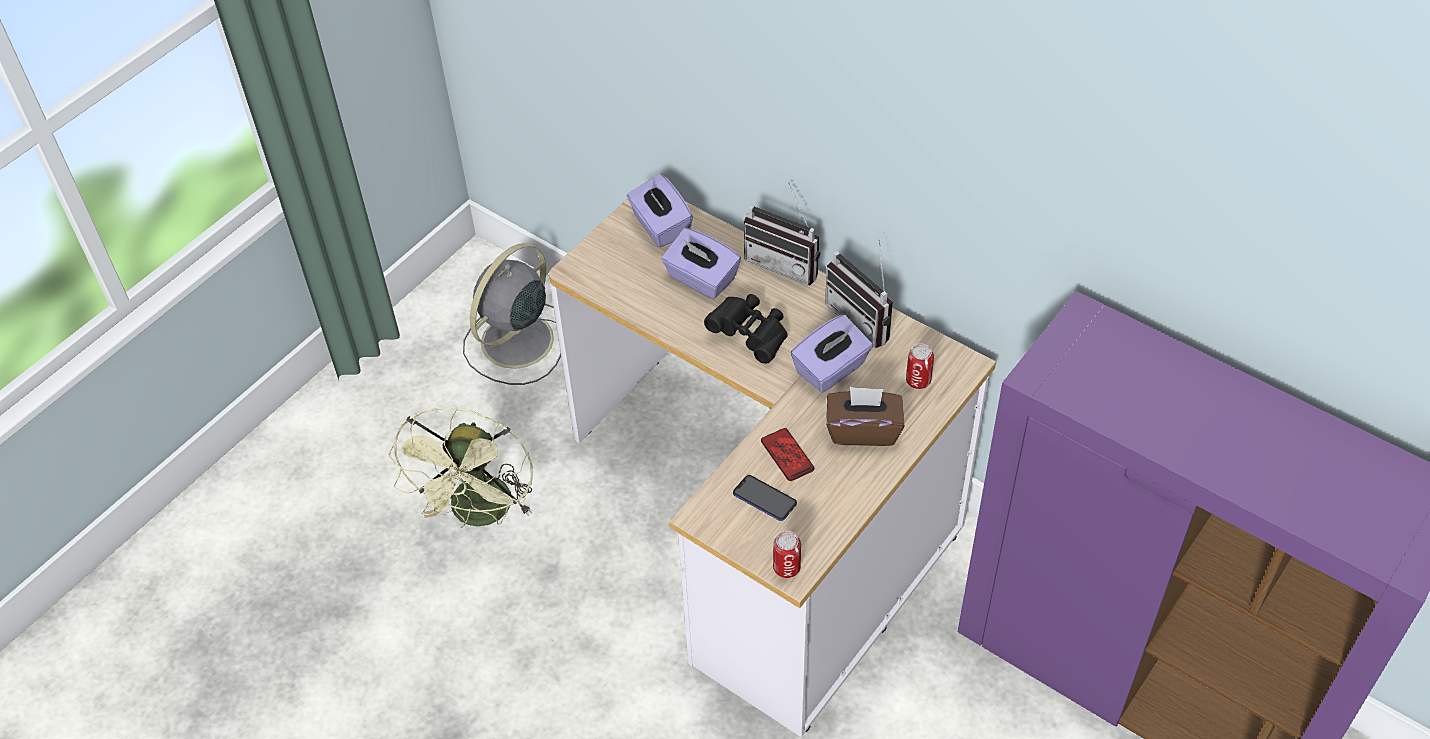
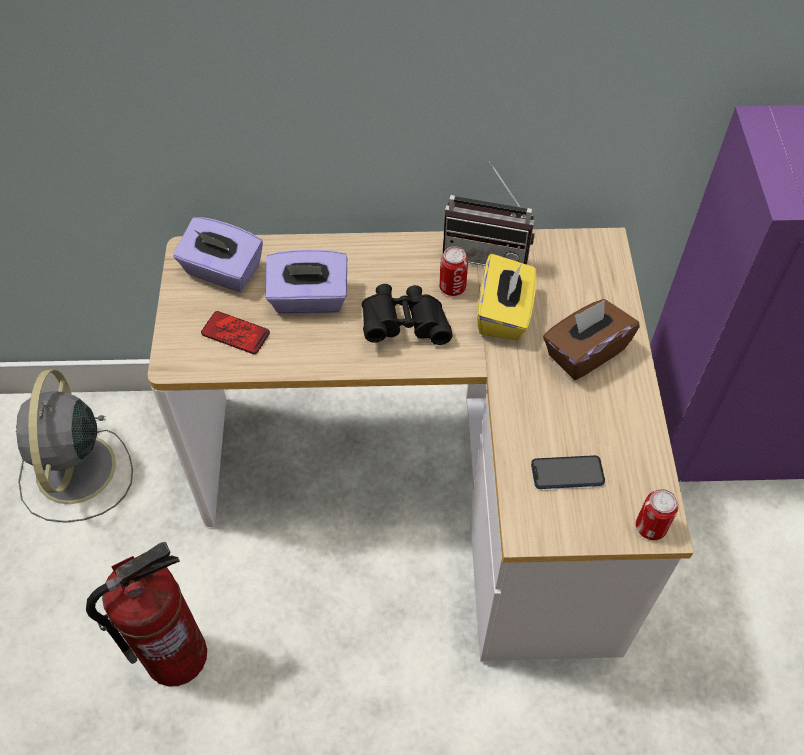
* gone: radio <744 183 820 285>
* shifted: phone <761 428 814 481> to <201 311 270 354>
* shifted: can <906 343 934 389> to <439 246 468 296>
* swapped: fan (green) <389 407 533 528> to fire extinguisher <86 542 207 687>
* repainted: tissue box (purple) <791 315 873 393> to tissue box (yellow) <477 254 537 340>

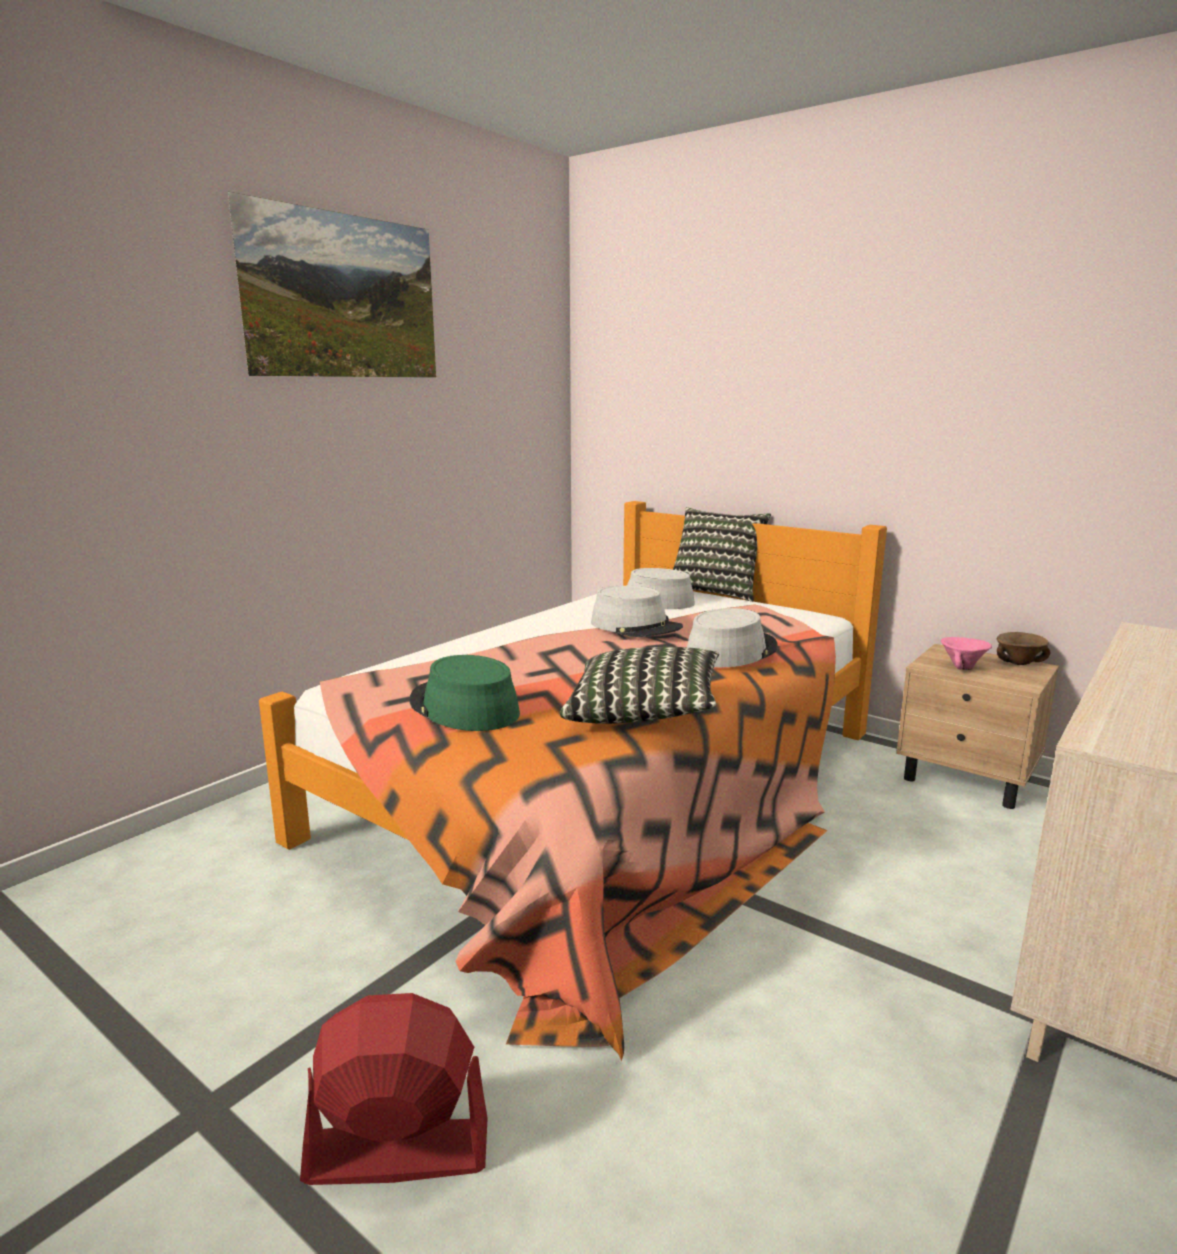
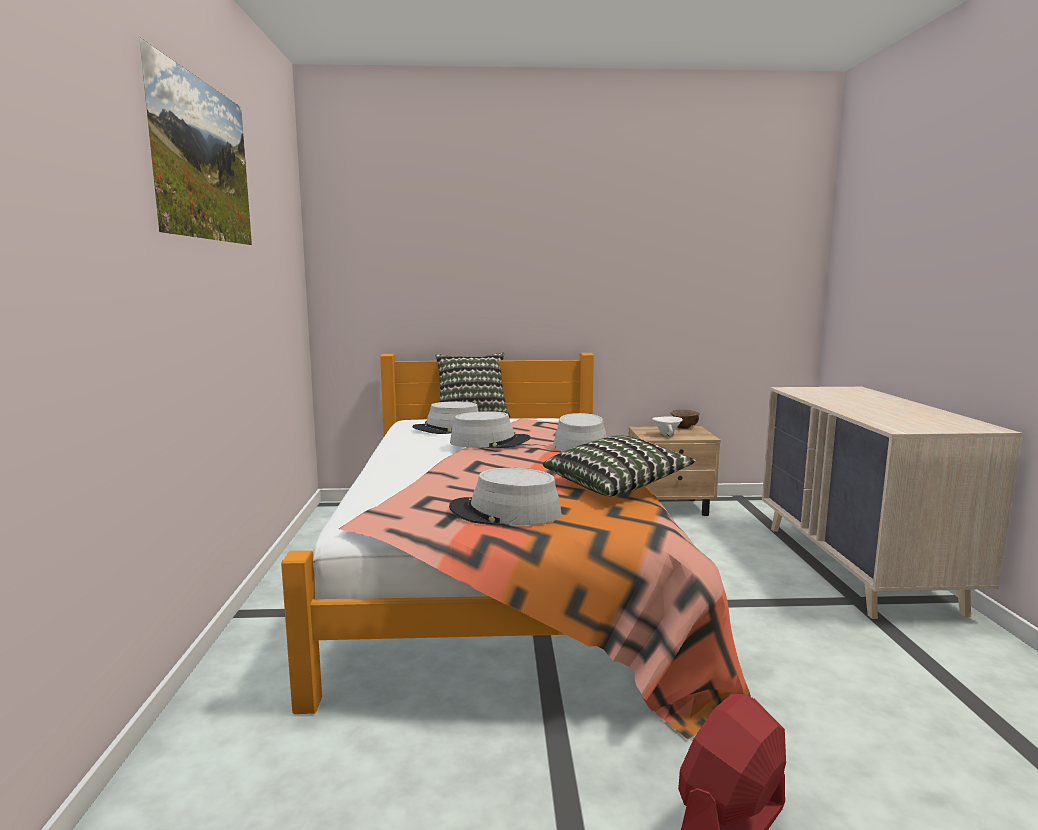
* repainted: hat (green) <410 655 520 731> to hat (grey) <449 468 562 525>
* repainted: bowl (pink) <941 637 992 670> to bowl (white) <652 416 683 436>

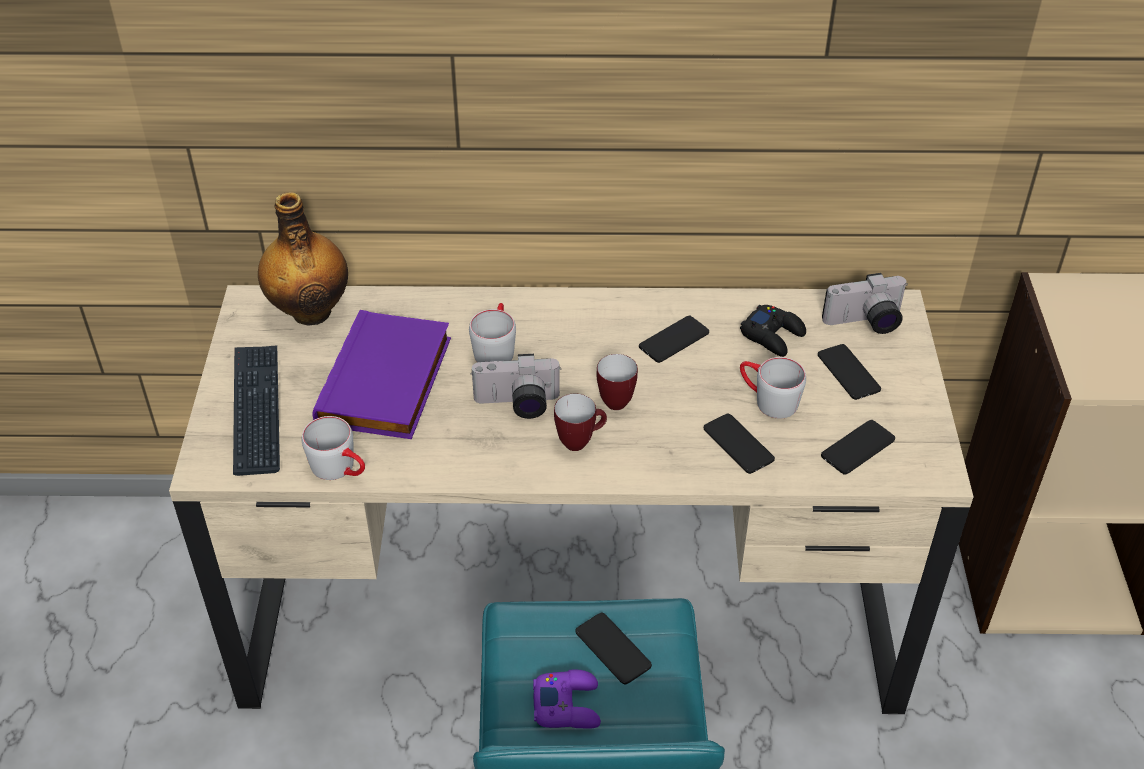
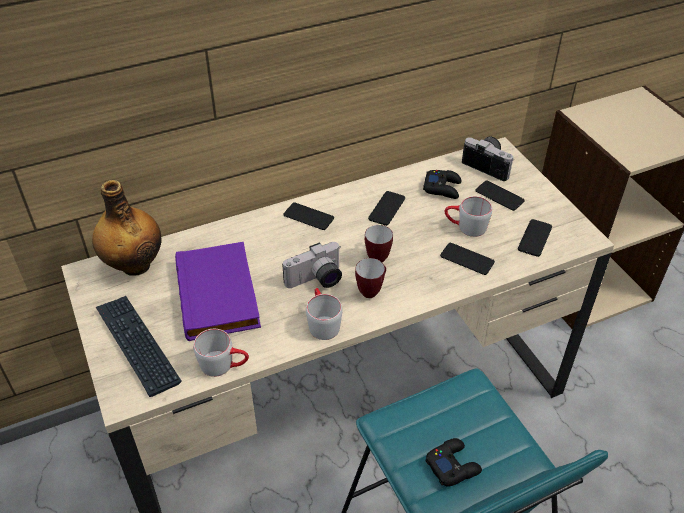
* shifted: mug (grey) <469 303 516 363> to <306 288 343 340>
* shifted: phone <575 612 652 685> to <284 202 334 230>
* repainted: game controller (purple) <533 670 601 729> to game controller (black) <425 438 482 487>
* rotated: photo camera <822 273 907 334> = <462 137 513 181> 105 degrees counterclockwise

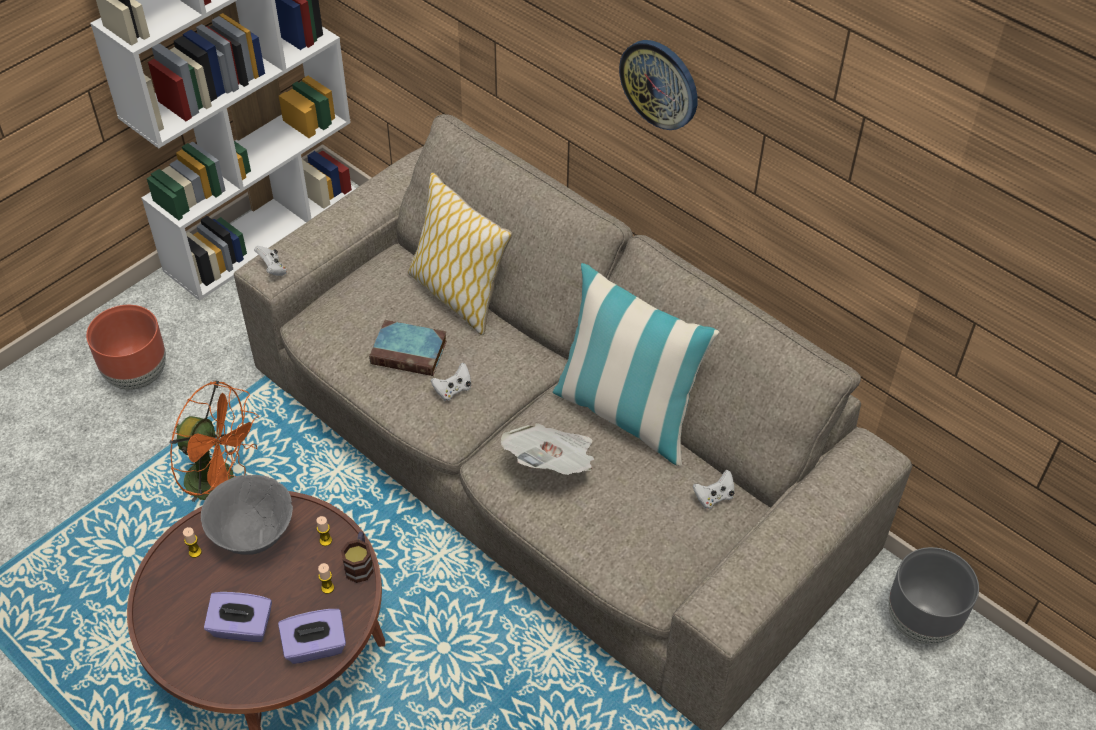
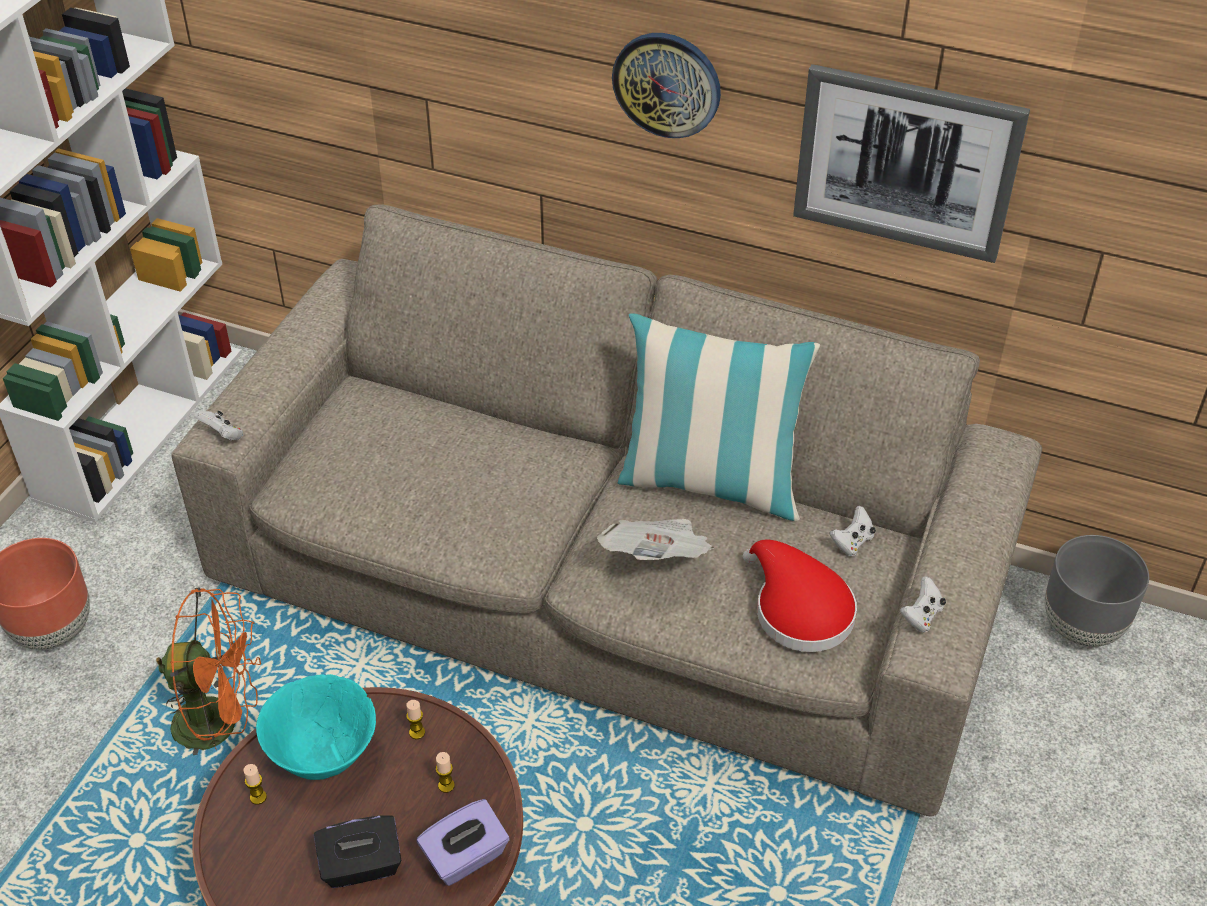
* gone: mug <341 532 374 583>
* gone: book <369 320 447 376>
* gone: pillow <408 173 512 335>
* new: hat (red) <743 540 857 652>
* new: picture <793 64 1030 263>
* shifted: game controller (white) <431 363 471 401> to <900 576 946 633>
* repainted: bowl (grey) <201 475 293 555> to bowl (turquoise) <256 674 376 780>
* repainted: tissue box (purple) <204 592 272 642> to tissue box (black) <314 815 401 888>

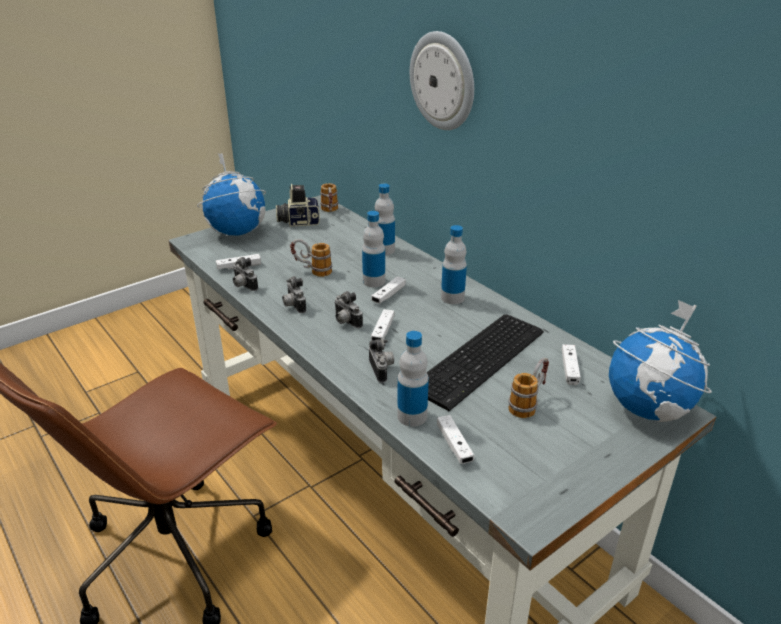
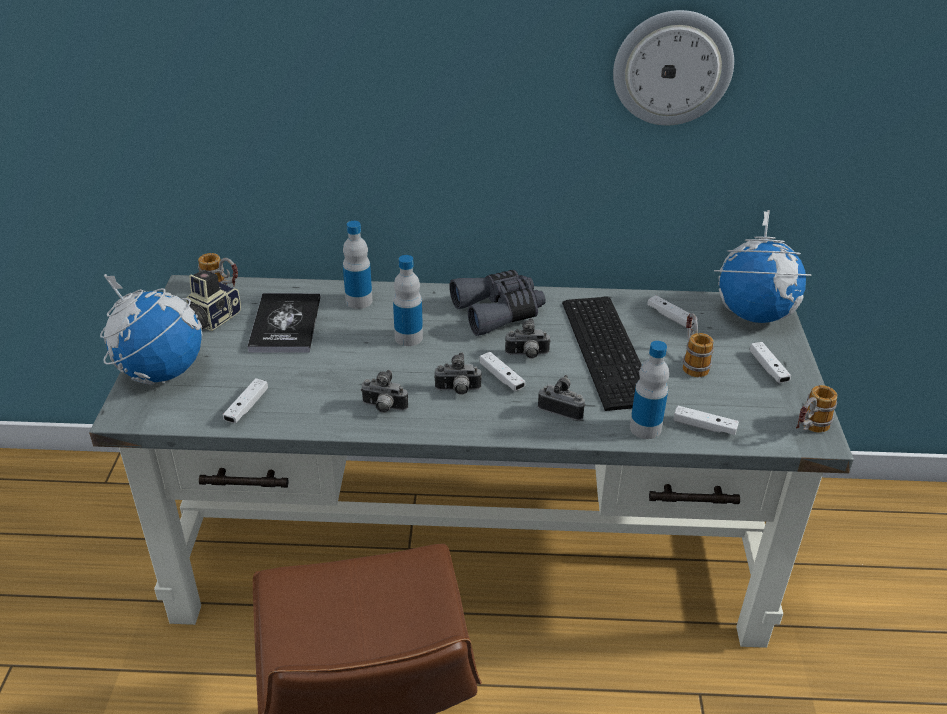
* new: book <247 293 320 353>
* shifted: photo camera <233 257 258 291> to <505 318 550 358>
* shifted: mug <290 239 332 277> to <796 385 837 433>
* shifted: game controller (white) <371 276 406 304> to <750 342 791 383>
* shifted: wall clock <410 31 474 130> to <613 10 734 125>
* swapped: bottle <441 225 467 304> to binoculars (grey) <449 270 545 336>

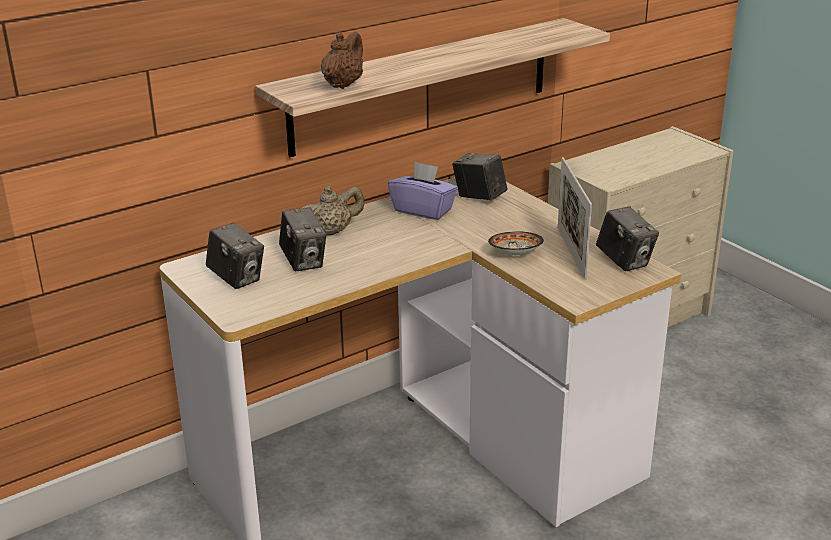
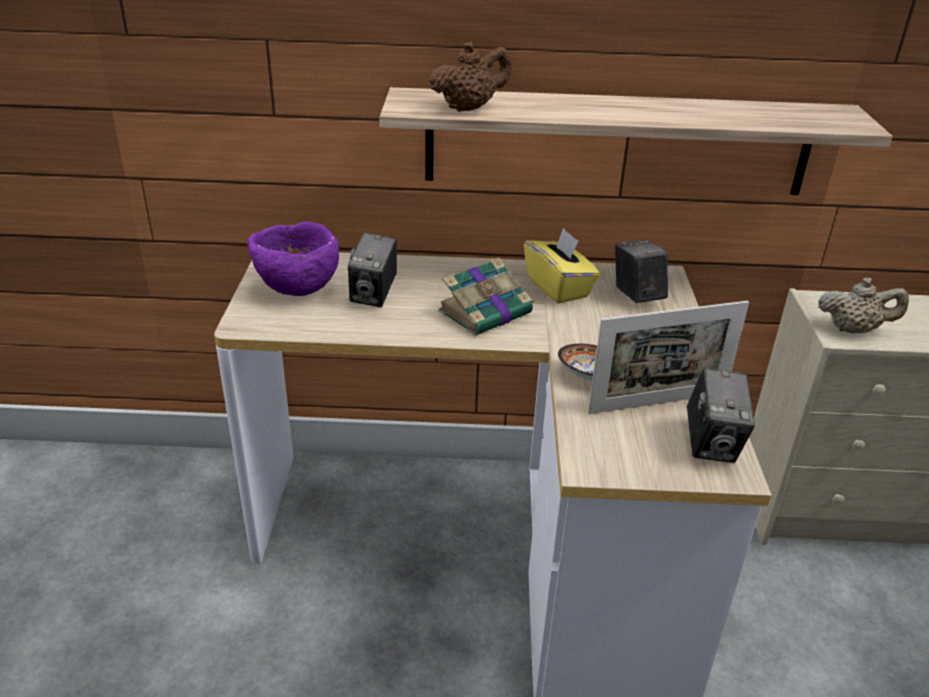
* new: book <438 258 535 336>
* shifted: teapot (beige) <303 186 364 236> to <818 278 909 333>
* swapped: photo camera <206 222 264 289> to bowl (purple) <247 221 339 296>
* repainted: tissue box (purple) <388 162 458 220> to tissue box (yellow) <524 228 600 304>
* rotated: picture frame <558 157 592 280> = <588 301 749 414> 135 degrees counterclockwise

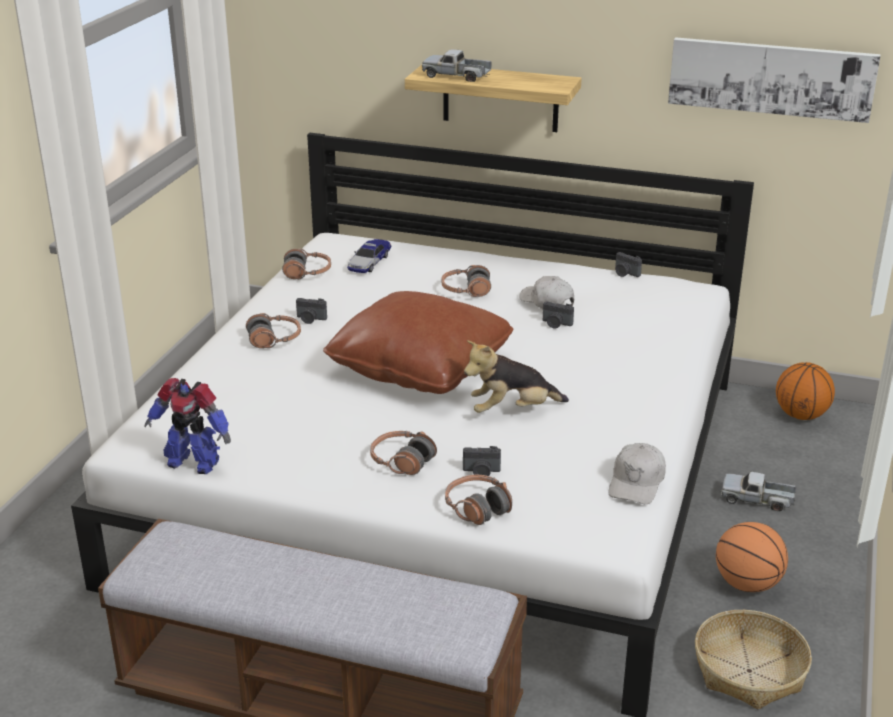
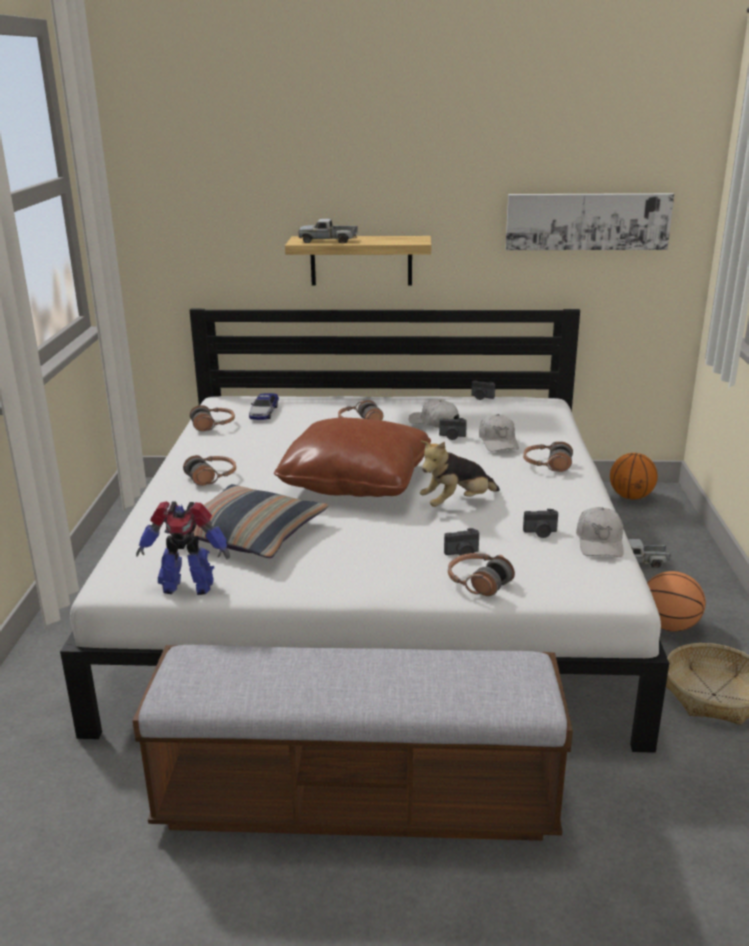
* new: pillow <164 484 329 558>
* new: cap (white) <479 414 519 452>
* shifted: photo camera <296 298 327 324> to <523 509 558 538>
* shifted: headphones <370 431 437 475> to <523 441 573 472>

